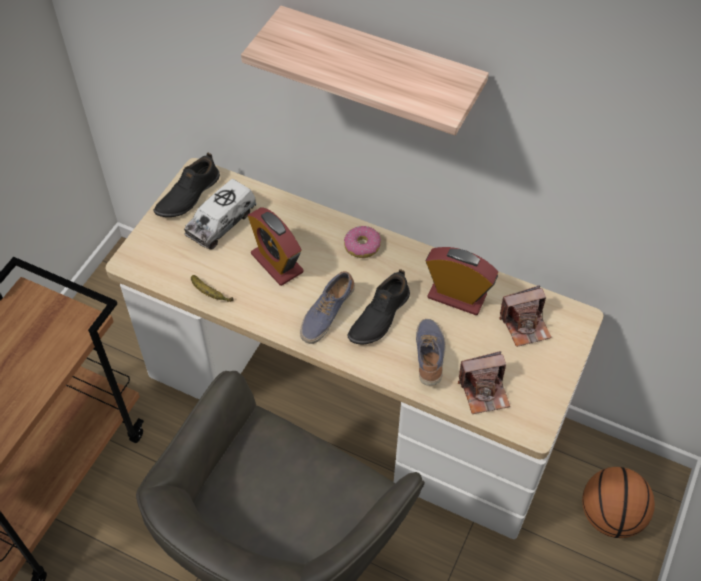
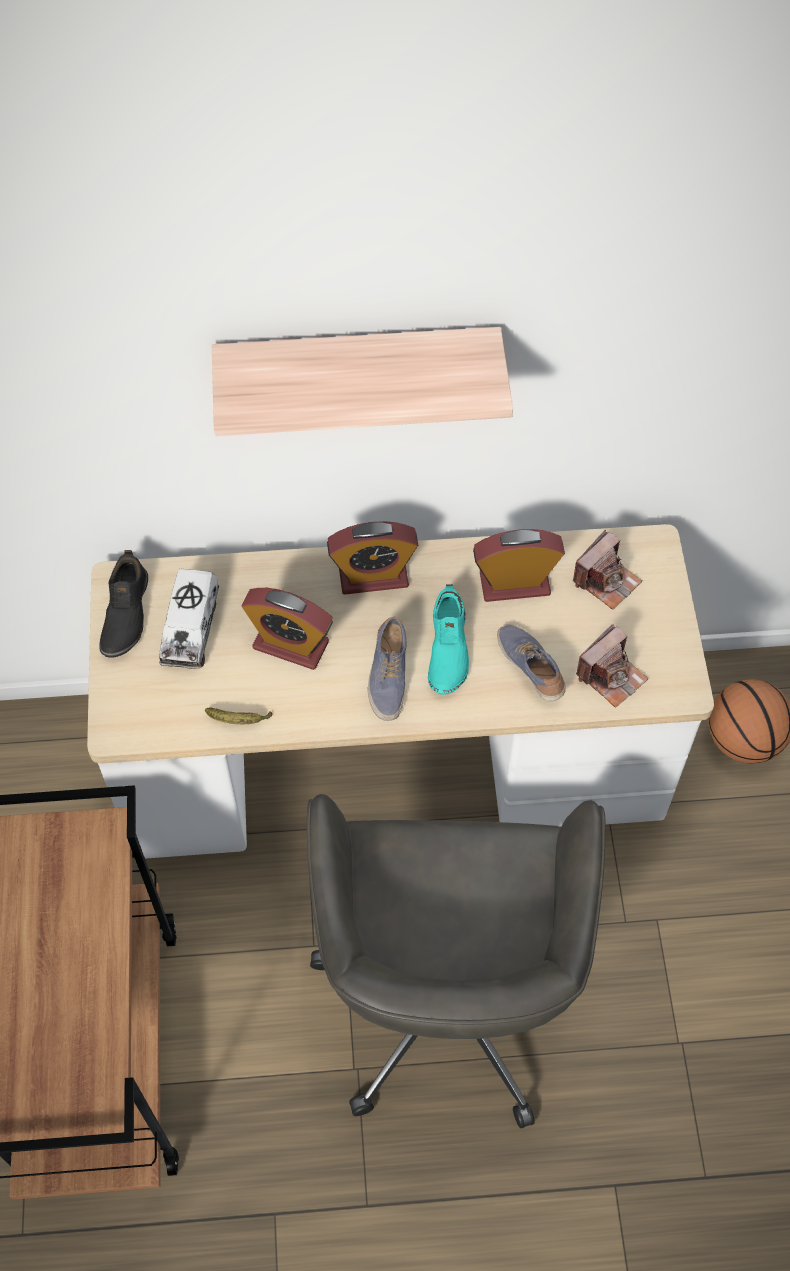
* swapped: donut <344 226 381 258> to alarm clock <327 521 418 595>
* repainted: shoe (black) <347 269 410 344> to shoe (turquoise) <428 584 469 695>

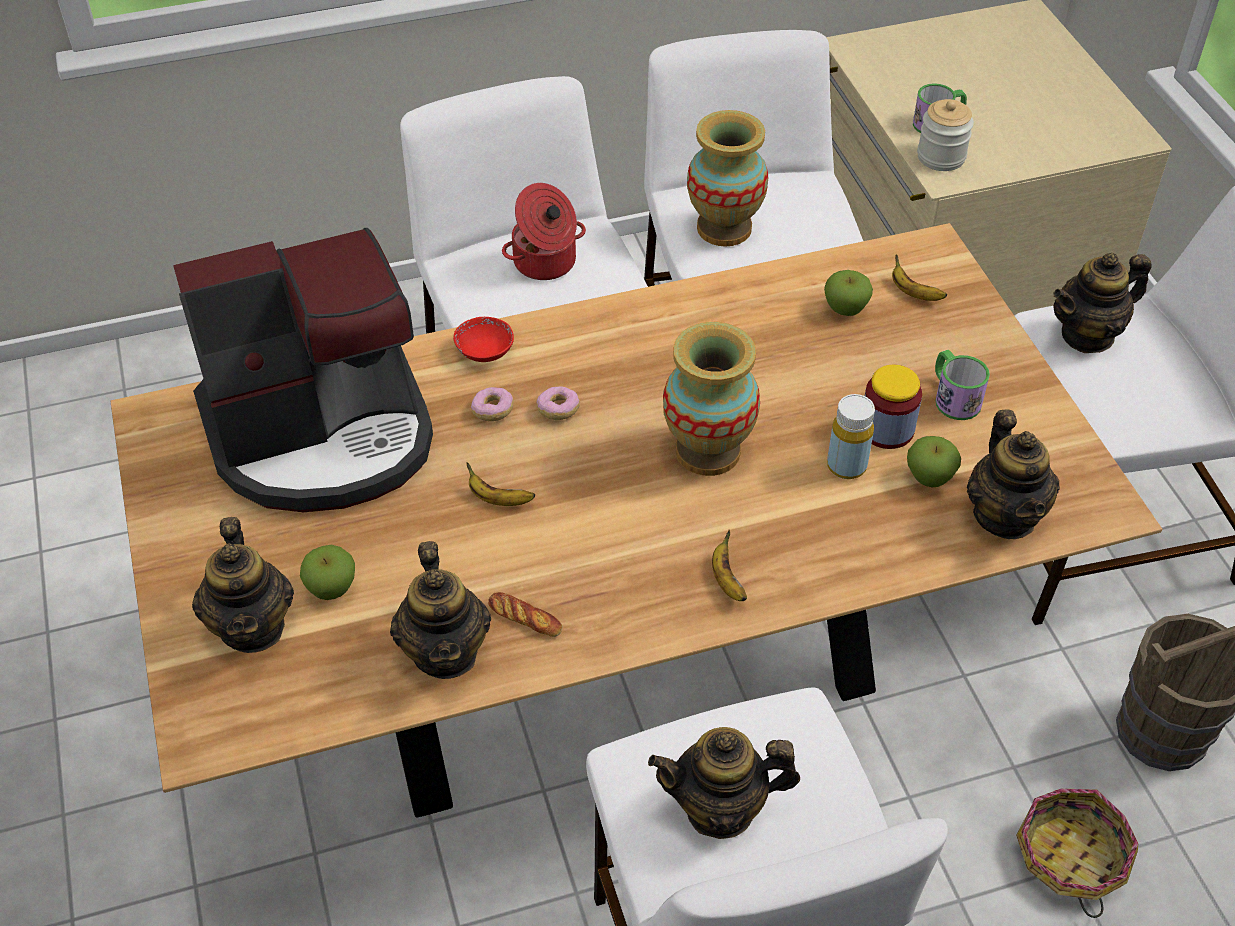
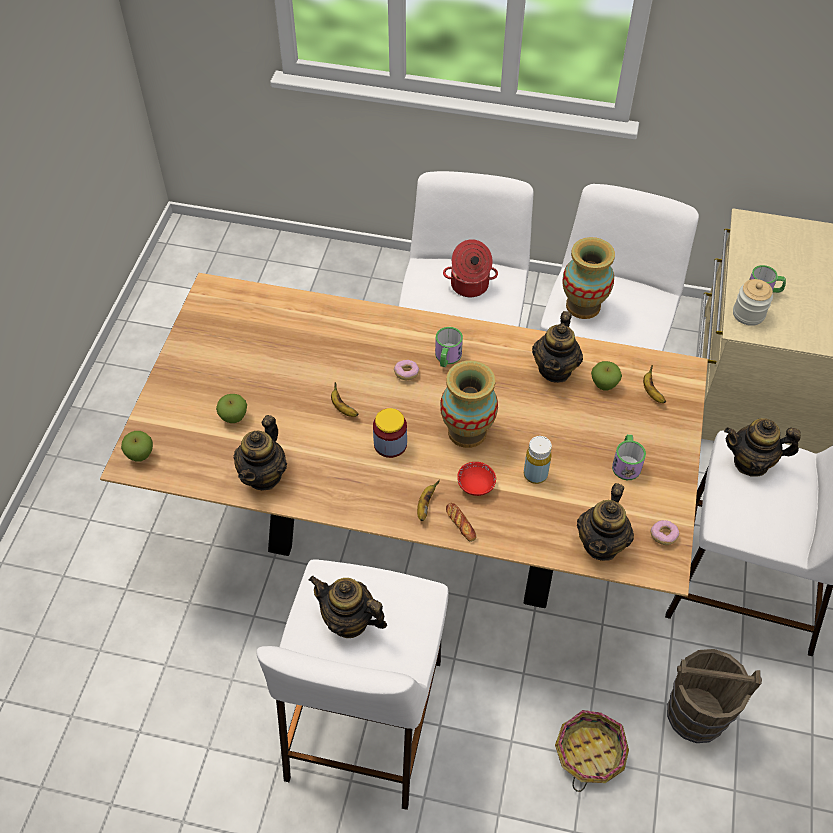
* gone: coffee machine <173 228 433 512>
* new: mug <435 327 463 367>
* shifted: teapot <192 517 294 653> to <532 311 583 383>
* shifted: bowl (red) <453 317 514 362> to <457 462 496 496>
* shifted: donut <471 387 514 421> to <650 520 679 545>
* shifted: bread <488 592 562 637> to <446 503 477 542>
* shifted: jar <865 365 922 449> to <373 408 407 458>
* shifted: apple <907 436 961 487> to <121 431 153 462>

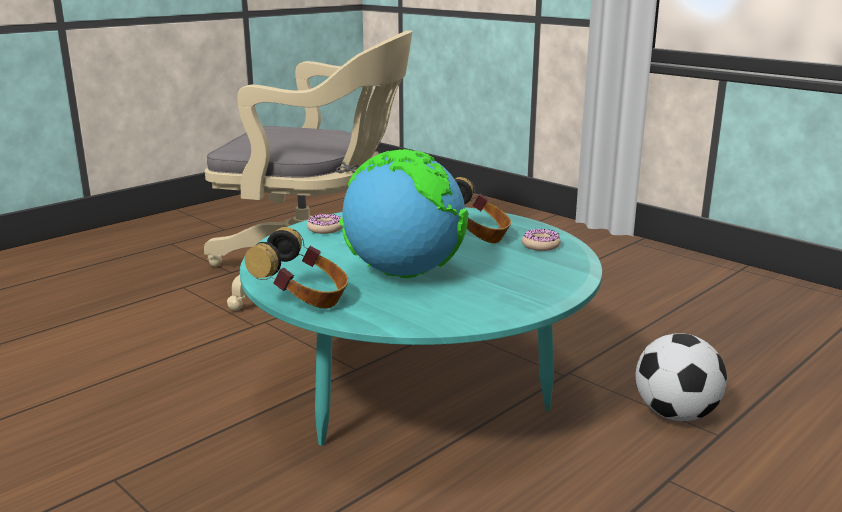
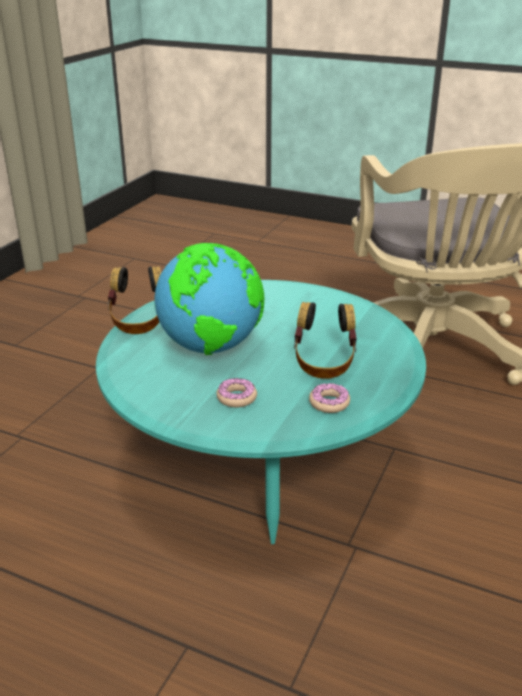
* gone: football <635 333 727 421>
* shifted: donut <307 214 343 234> to <217 378 257 407>

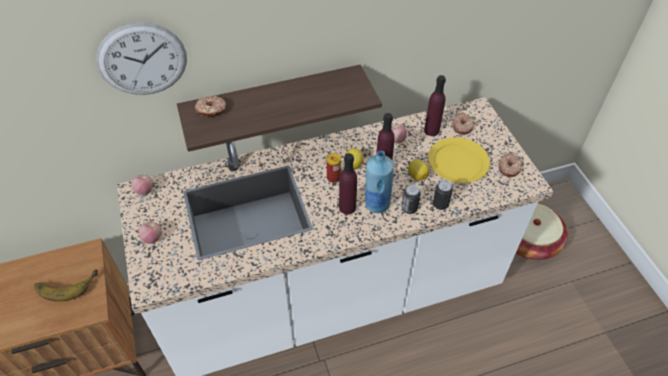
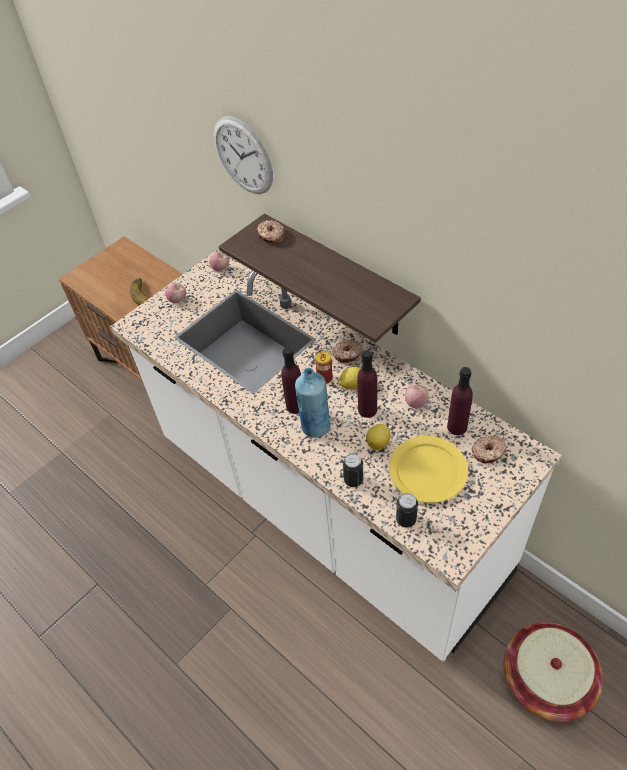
* shifted: can <401 184 421 214> to <396 493 418 528>
* shifted: donut <498 153 522 177> to <332 340 363 363>

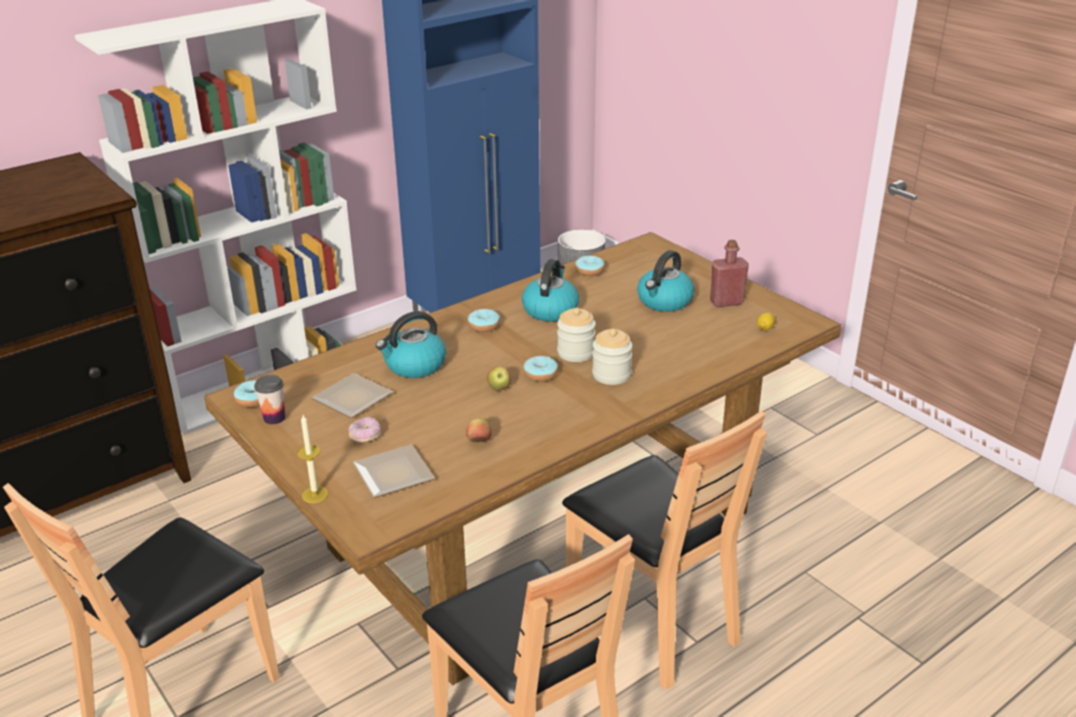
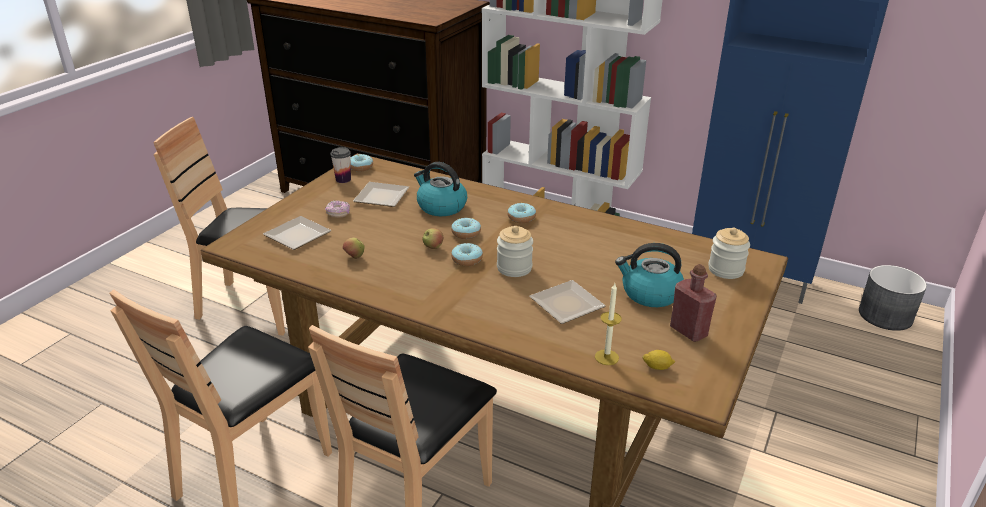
* gone: kettle <522 259 579 322>
* new: plate <529 280 606 324>
* shifted: candle <297 415 328 503> to <595 283 622 365>
* shifted: donut <575 256 605 276> to <451 218 481 239>
* shifted: jar <592 329 632 385> to <708 227 750 279>

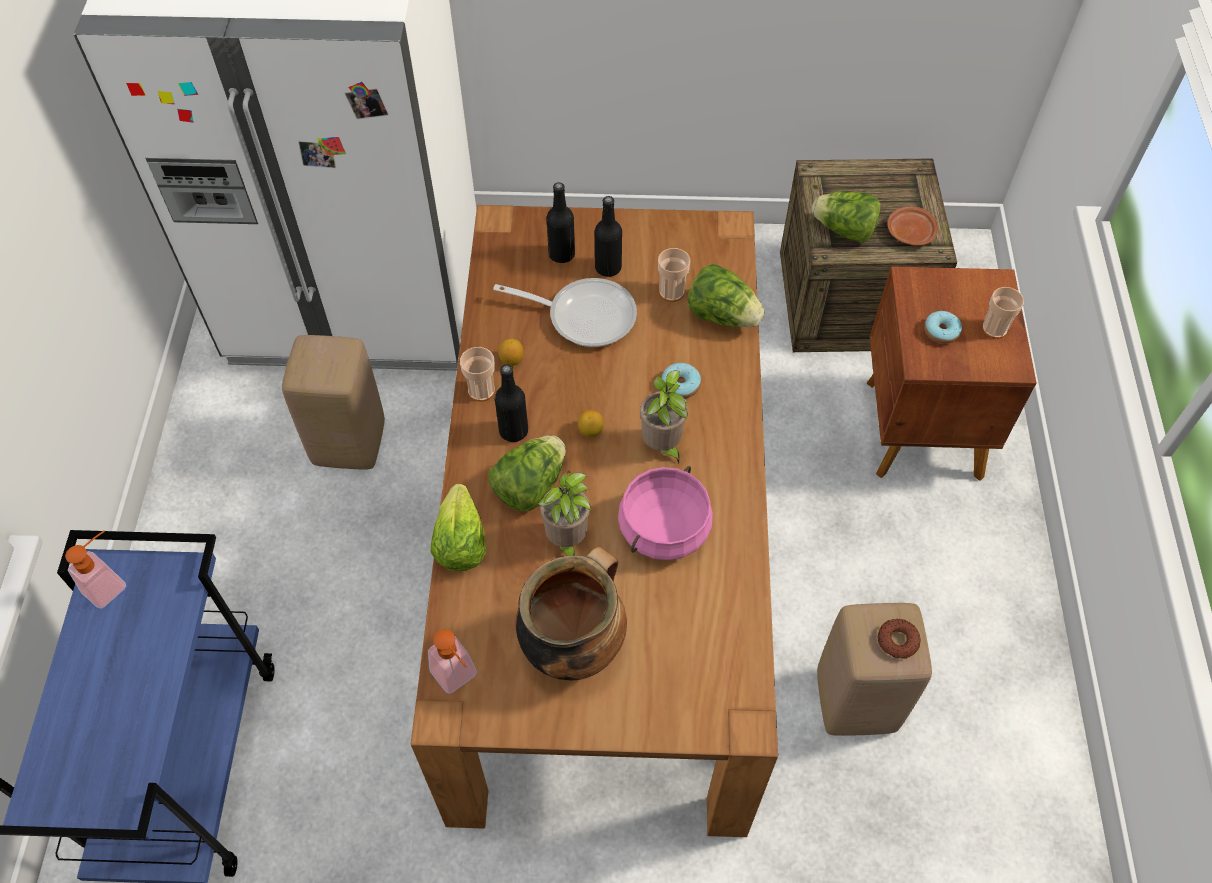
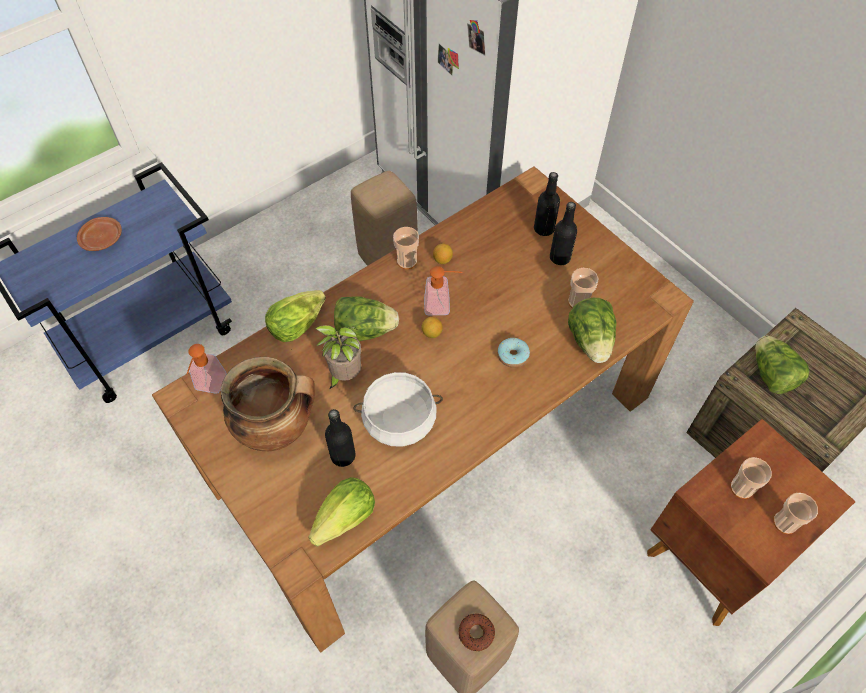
* gone: frying pan <493 278 637 347>
* gone: potted plant <640 371 688 464>
* new: lettuce <308 477 375 547>
* shifted: soap dispenser <65 530 126 609> to <424 266 463 315>
* shifted: bottle (black) <495 364 528 442> to <325 409 356 467>
* shifted: plate (brown) <887 206 938 246> to <77 217 122 251>
* swapped: donut <924 311 962 344> to cup <730 457 772 499>
* repainted: cooking pot (pink) <618 466 713 560> to cooking pot (white) <353 372 443 447>

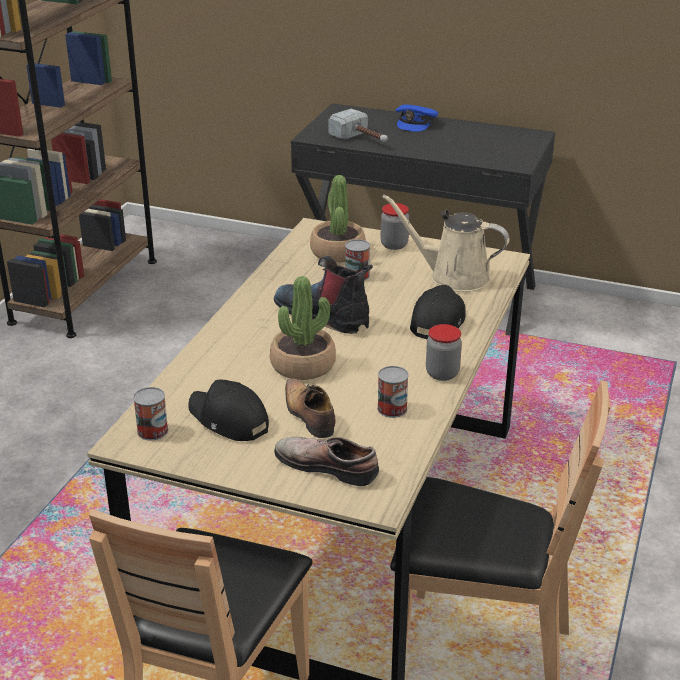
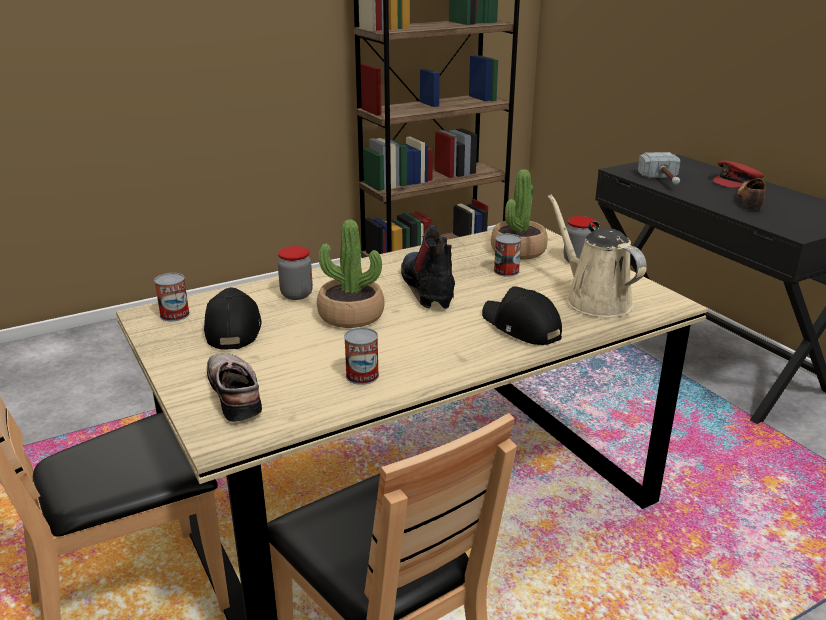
* shifted: shoe <285 378 335 438> to <736 178 766 211>
* shifted: jar <426 324 462 381> to <278 246 313 300>
* repainted: cap (blue) <396 104 438 132> to cap (red) <713 160 764 188>
* rotated: cap (black) <410 285 466 339> = <482 287 562 345> 105 degrees counterclockwise

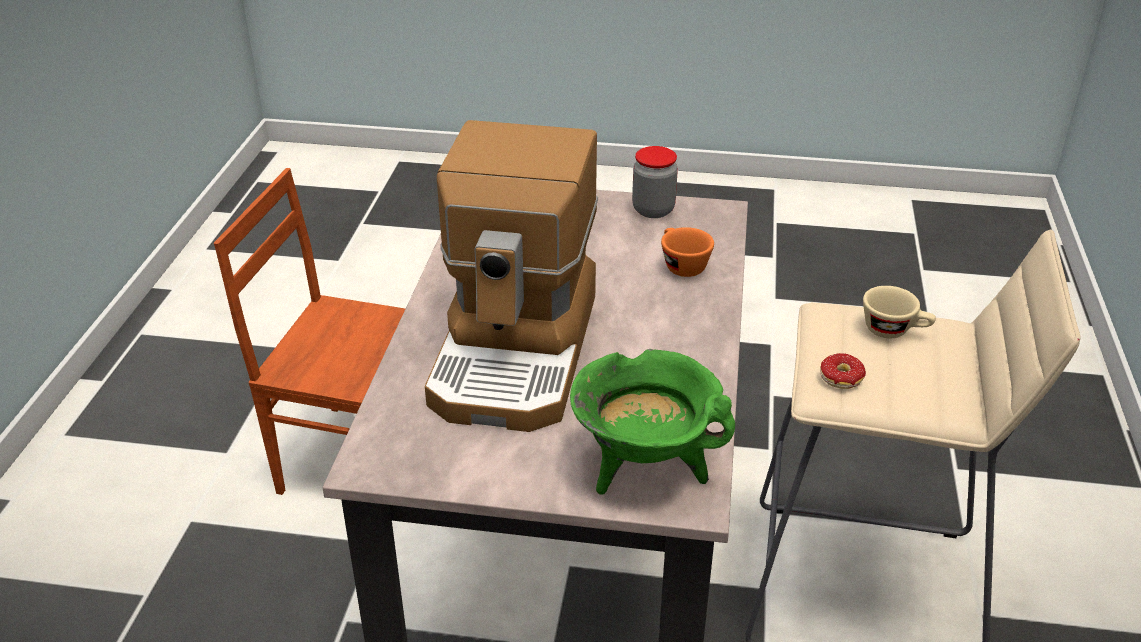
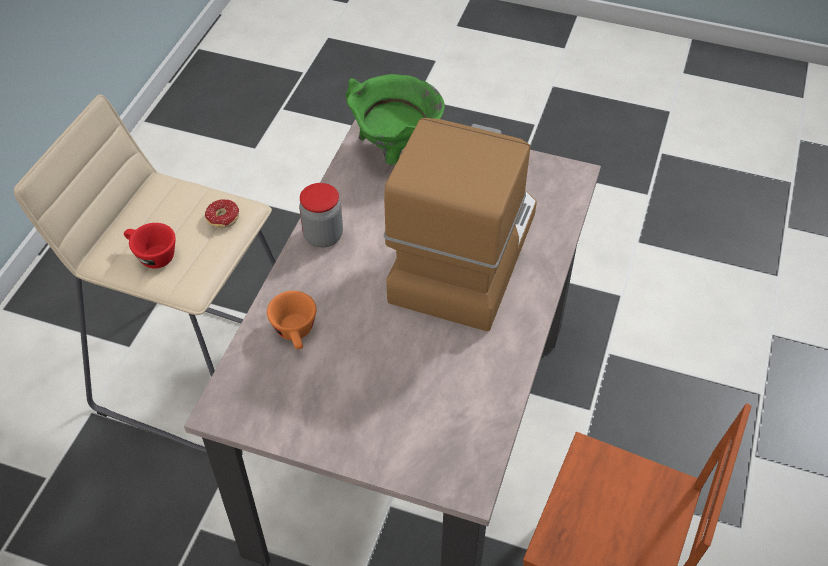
* shifted: jar <632 146 678 218> to <299 183 343 248>
* repainted: cup (beige) <863 286 936 338> to cup (red) <124 223 176 269>

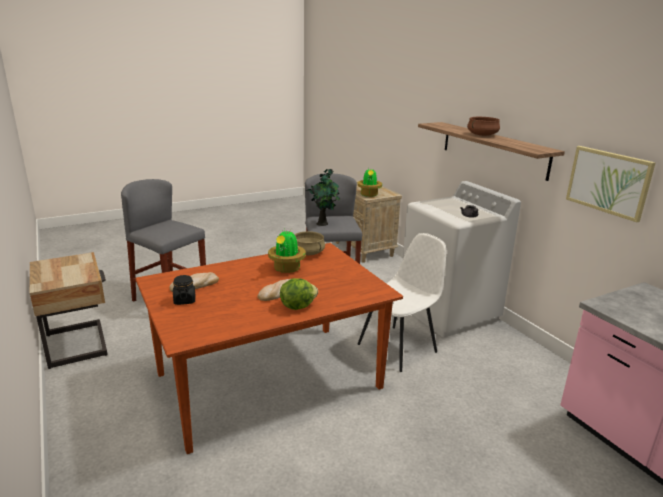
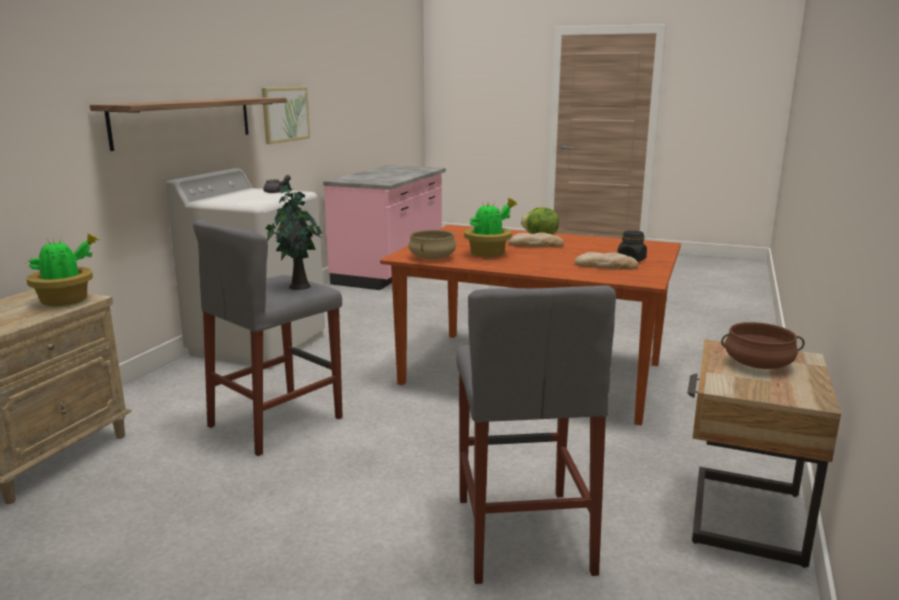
* gone: chair (white) <358 233 446 372>
* shifted: cooking pot (brown) <467 117 500 136> to <721 322 805 369>

